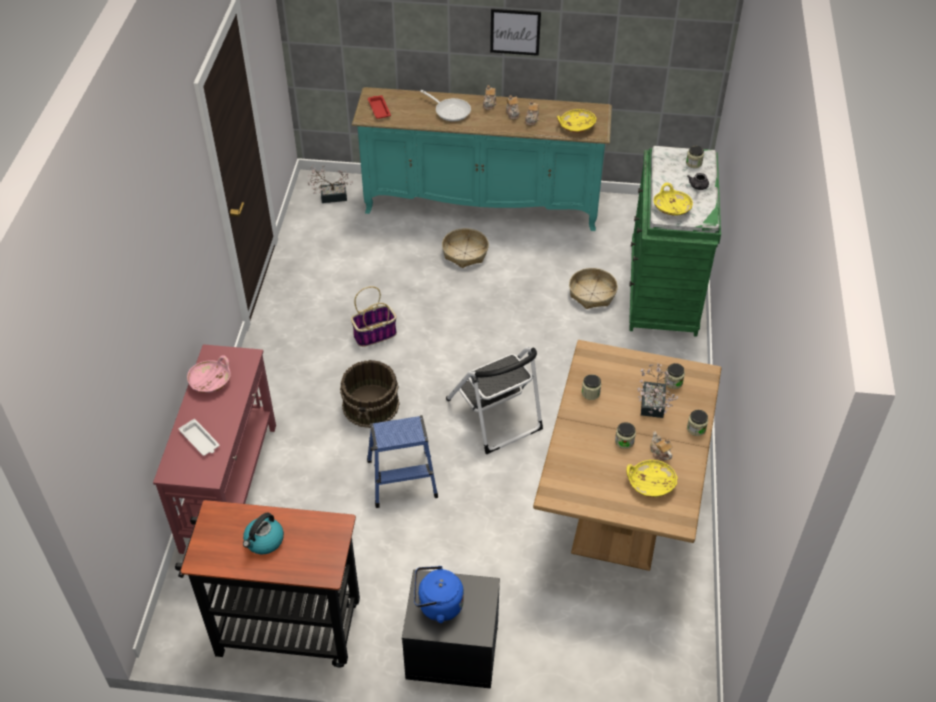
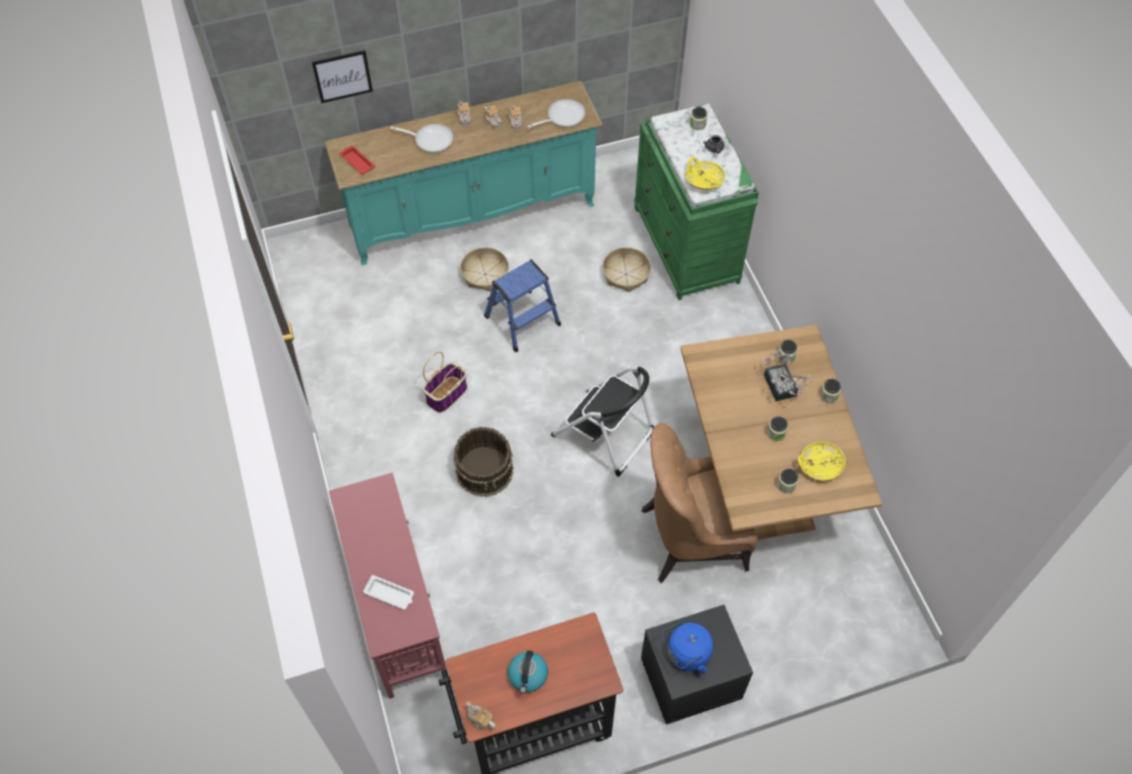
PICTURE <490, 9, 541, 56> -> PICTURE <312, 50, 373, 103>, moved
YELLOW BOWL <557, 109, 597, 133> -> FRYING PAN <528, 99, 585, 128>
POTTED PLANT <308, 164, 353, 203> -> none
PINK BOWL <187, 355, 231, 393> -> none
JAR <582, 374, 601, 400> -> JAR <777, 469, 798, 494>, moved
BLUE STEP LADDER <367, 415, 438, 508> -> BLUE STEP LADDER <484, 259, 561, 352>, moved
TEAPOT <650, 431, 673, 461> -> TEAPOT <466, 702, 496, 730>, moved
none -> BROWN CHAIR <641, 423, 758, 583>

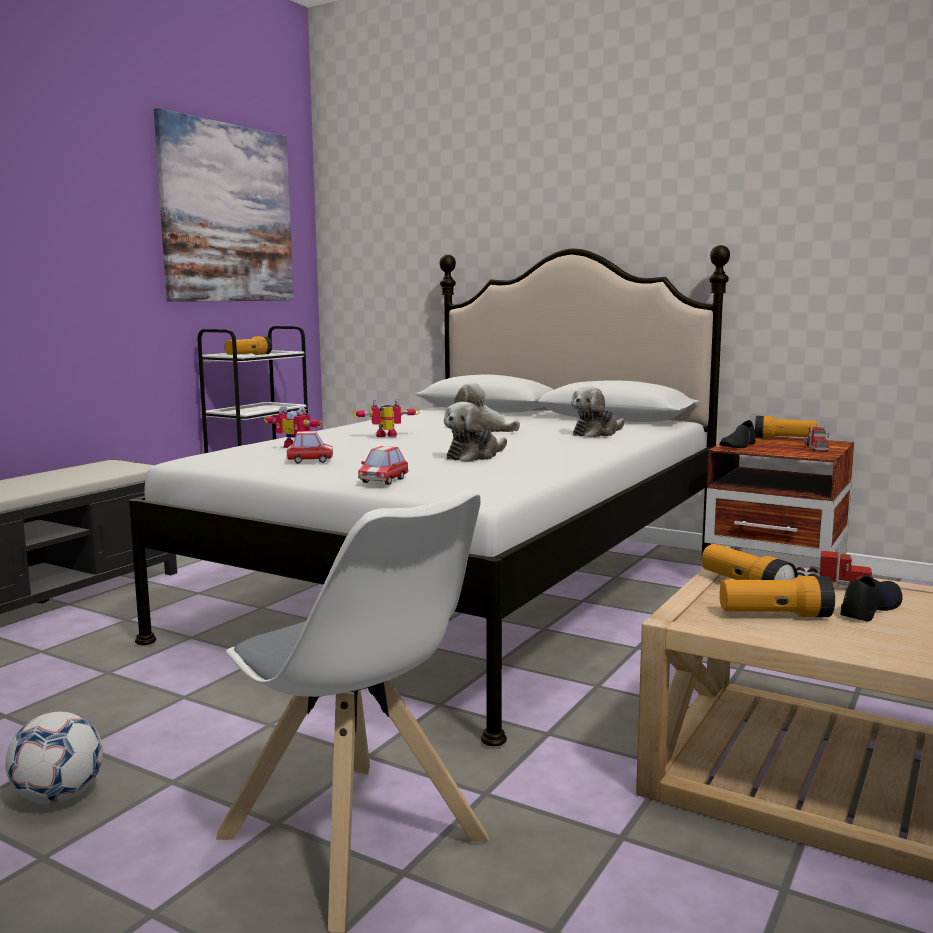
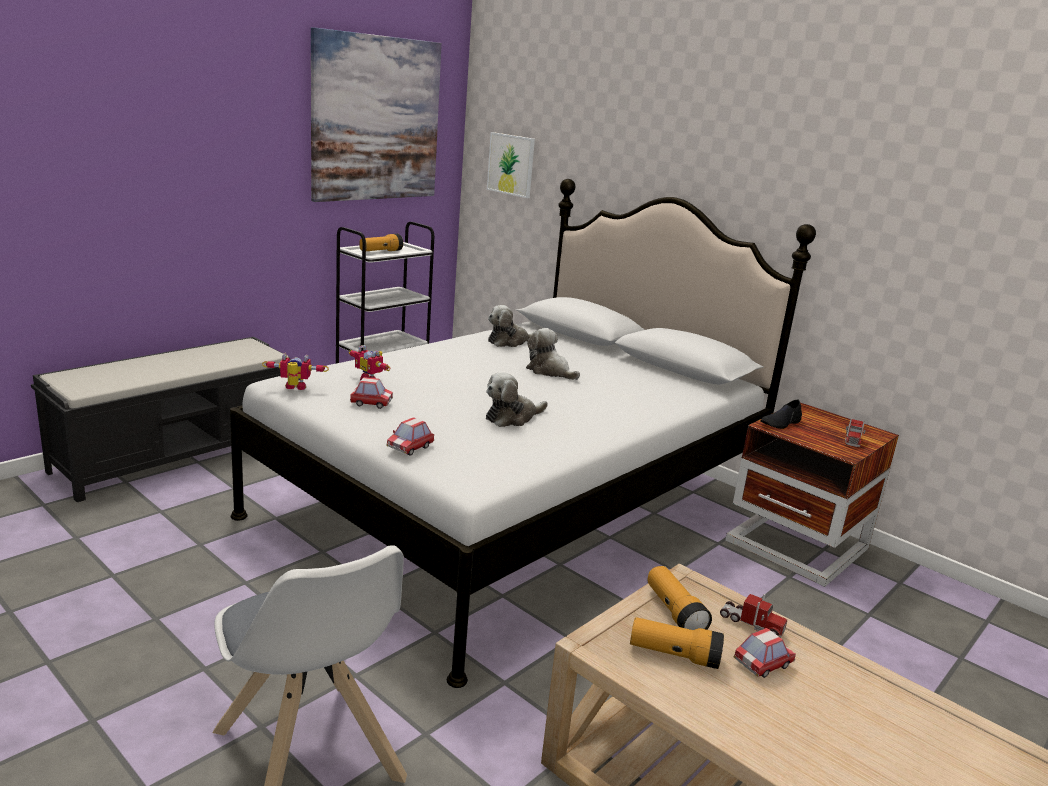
PLUSH TOY <571, 386, 625, 438> -> PLUSH TOY <488, 305, 536, 347>, moved
TOY ROBOT <352, 399, 420, 437> -> TOY ROBOT <262, 353, 329, 390>, moved
FLASHLIGHT <755, 416, 817, 439> -> none
BLACK SHOE <840, 575, 903, 621> -> TOY CAR <734, 628, 796, 678>
FOOTBALL <5, 711, 103, 804> -> none
none -> PICTURE <487, 132, 535, 198>

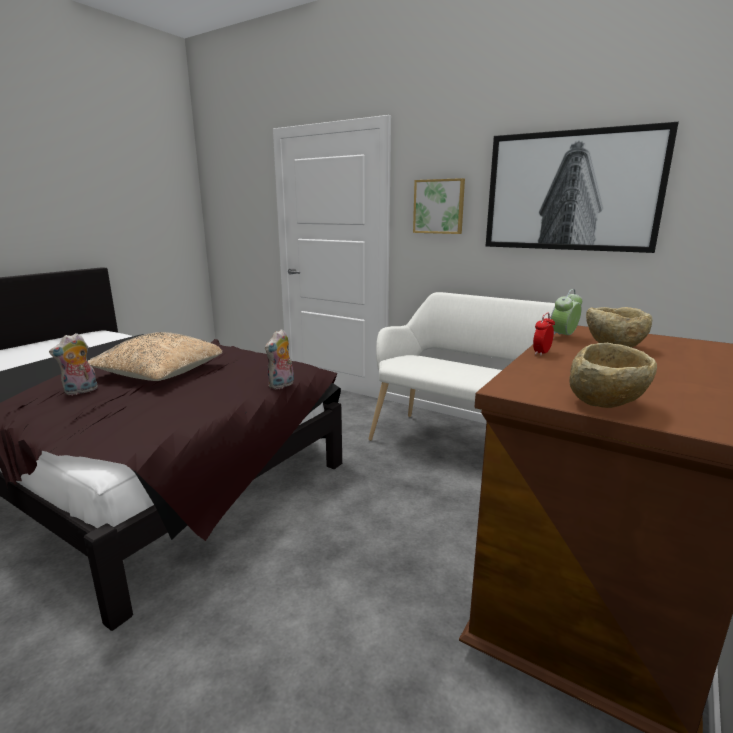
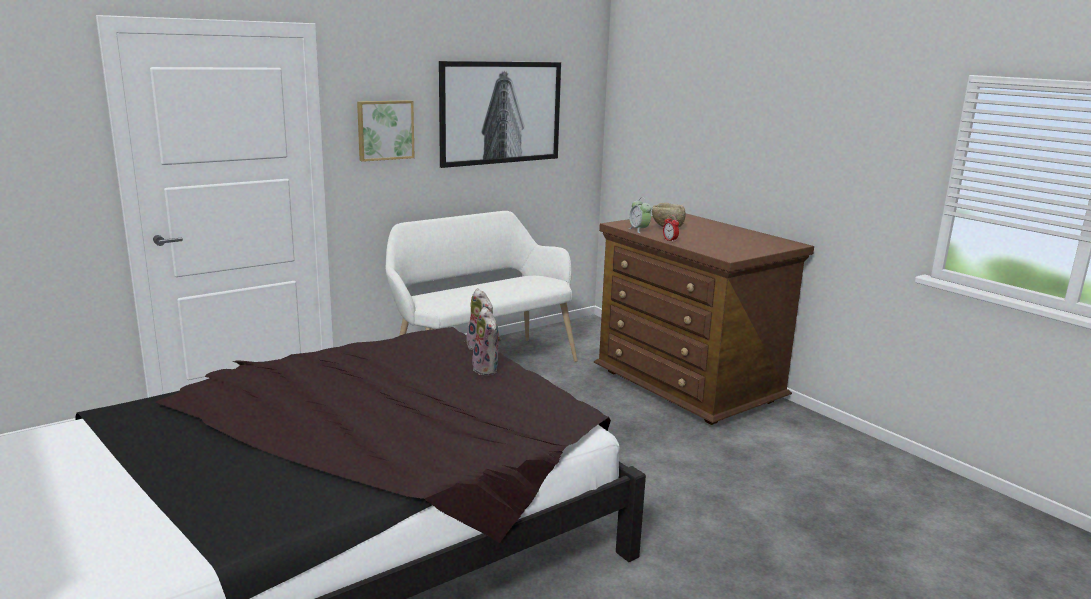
BEIGE PILLOW <88, 332, 223, 381> -> none
PLUSH TOY <49, 333, 98, 395> -> PLUSH TOY <472, 307, 501, 375>, moved
BEIGE BOWL <569, 343, 657, 408> -> none

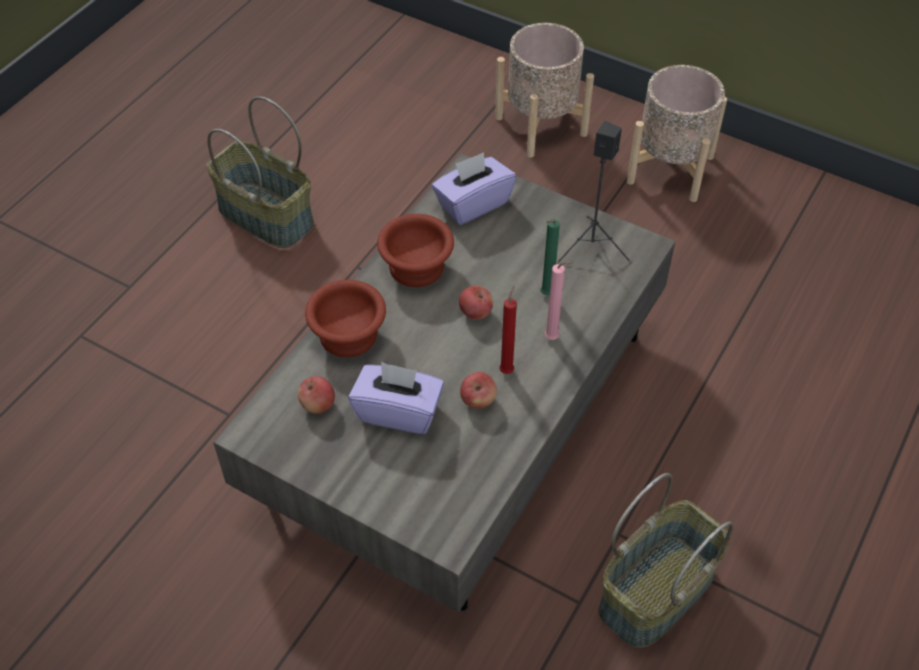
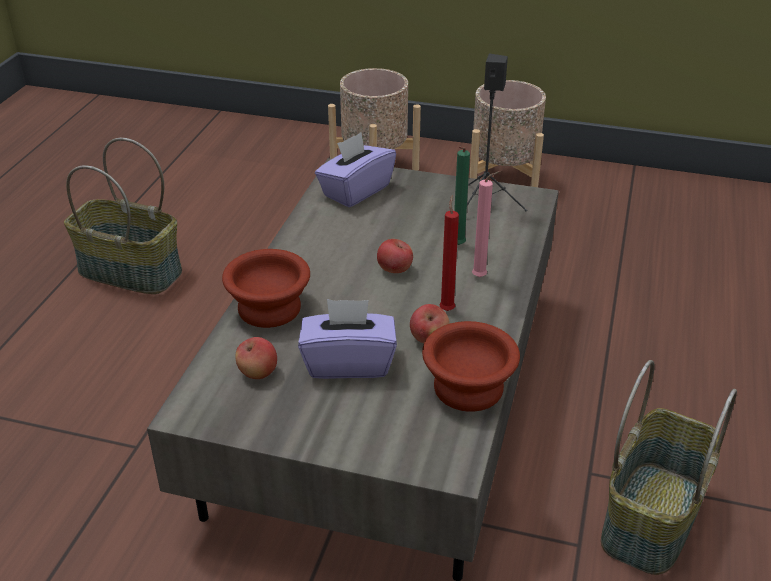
BROWN BOWL <377, 214, 454, 287> -> BROWN BOWL <422, 321, 520, 412>, moved

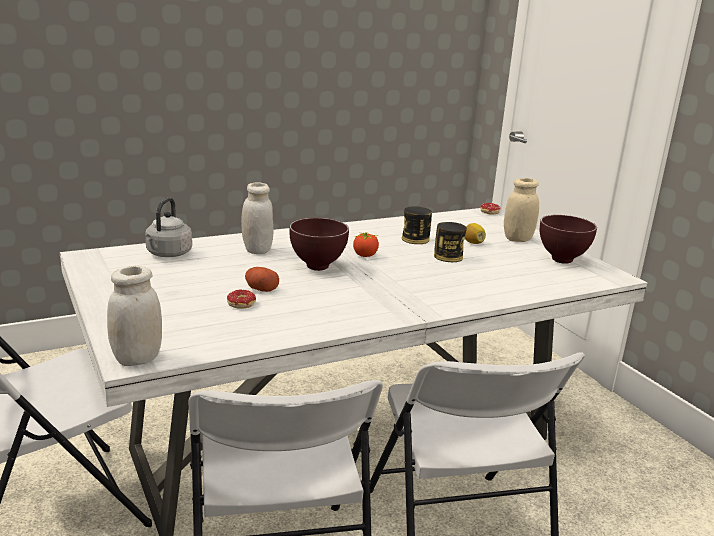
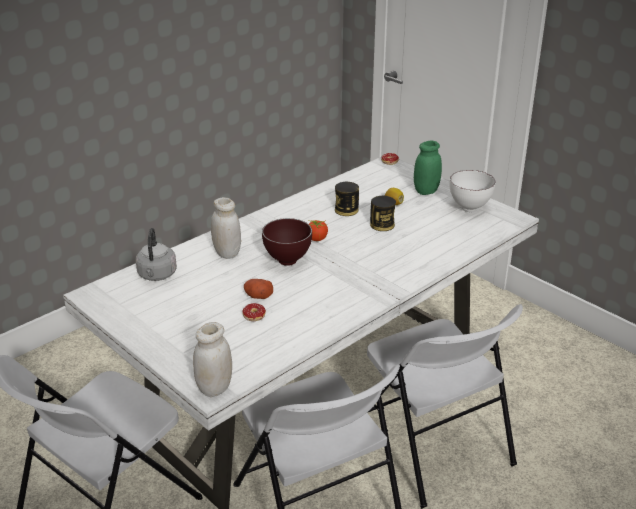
BEIGE JAR <504, 178, 539, 242> -> GREEN JAR <414, 141, 442, 195>
BROWN BOWL <540, 215, 597, 264> -> WHITE BOWL <449, 170, 496, 212>

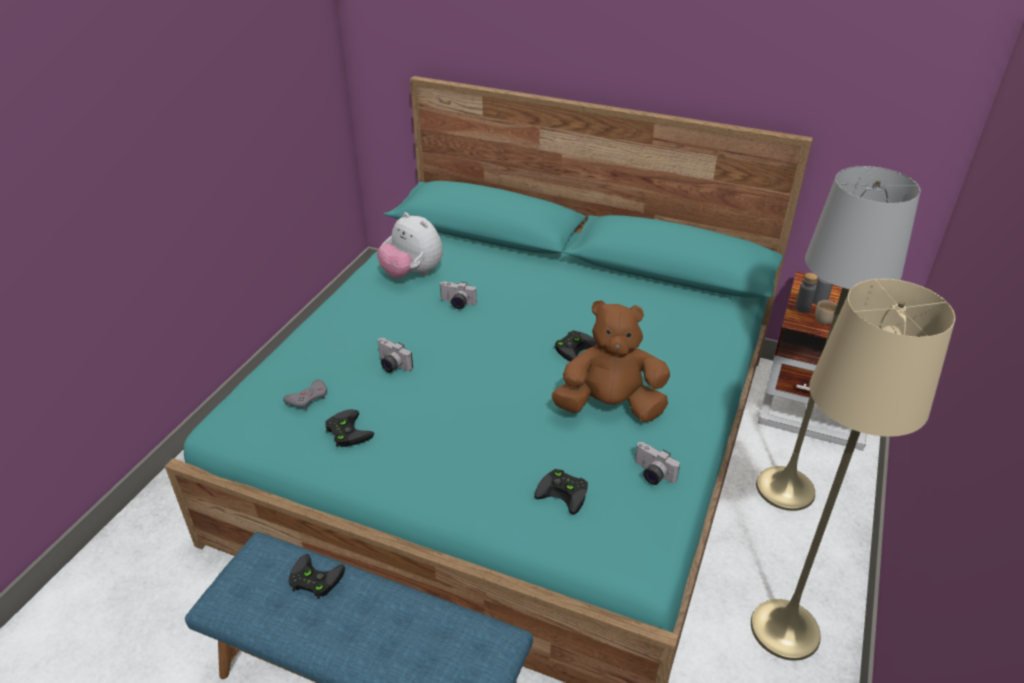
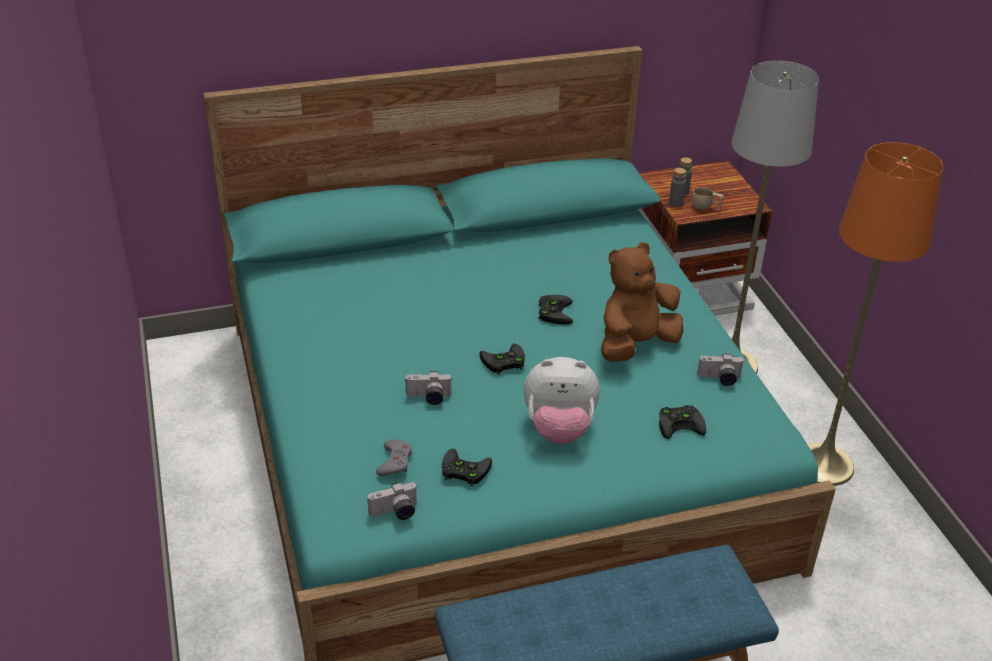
PLUSH TOY <377, 212, 443, 279> -> PLUSH TOY <524, 357, 600, 444>, moved
BEIGE FLOOR LAMP <751, 278, 955, 661> -> ORANGE FLOOR LAMP <807, 142, 943, 486>
PHOTO CAMERA <439, 281, 477, 309> -> PHOTO CAMERA <368, 482, 418, 520>, moved
BLACK GAME CONTROLLER <289, 554, 345, 599> -> BLACK GAME CONTROLLER <479, 344, 525, 374>, moved

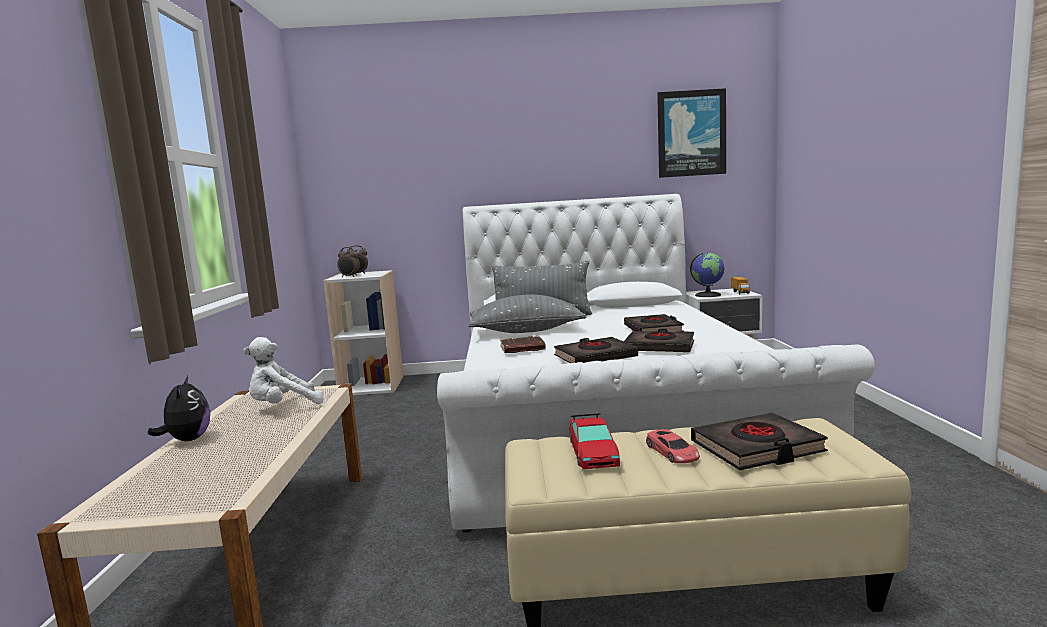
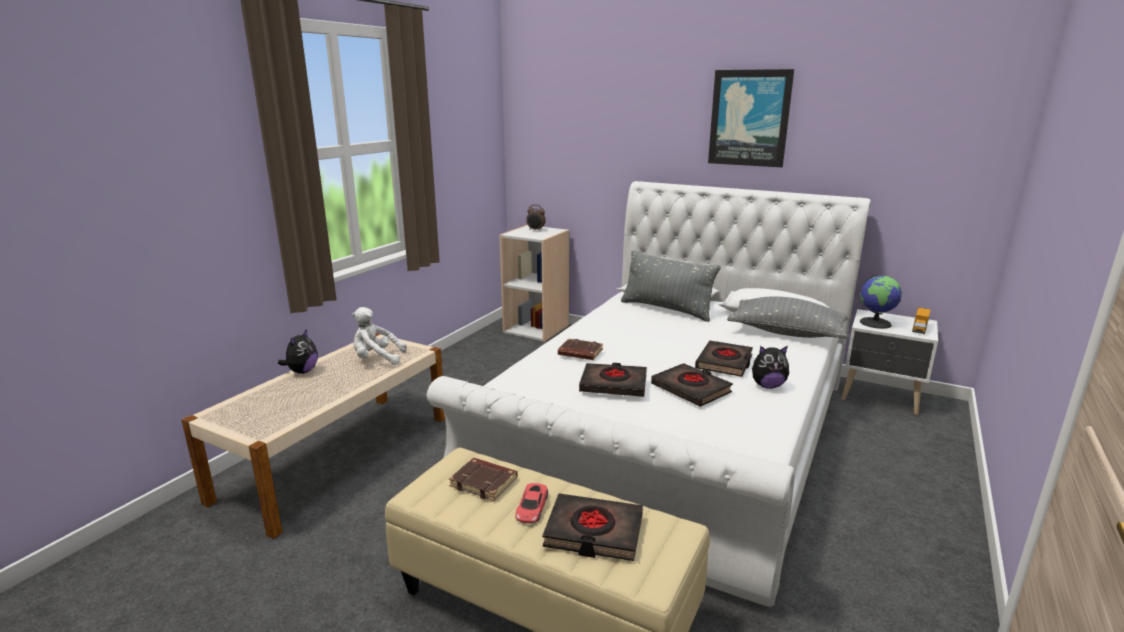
PICTURE <657, 88, 726, 178> -> PICTURE <708, 69, 794, 167>, moved
ALARM CLOCK <337, 247, 360, 277> -> none
GREY PILLOW <468, 294, 586, 333> -> GREY PILLOW <727, 296, 850, 339>, moved
TOY CAR <569, 414, 620, 469> -> BROWN BOOK <449, 458, 517, 501>
none -> PLUSH TOY <752, 346, 789, 389>

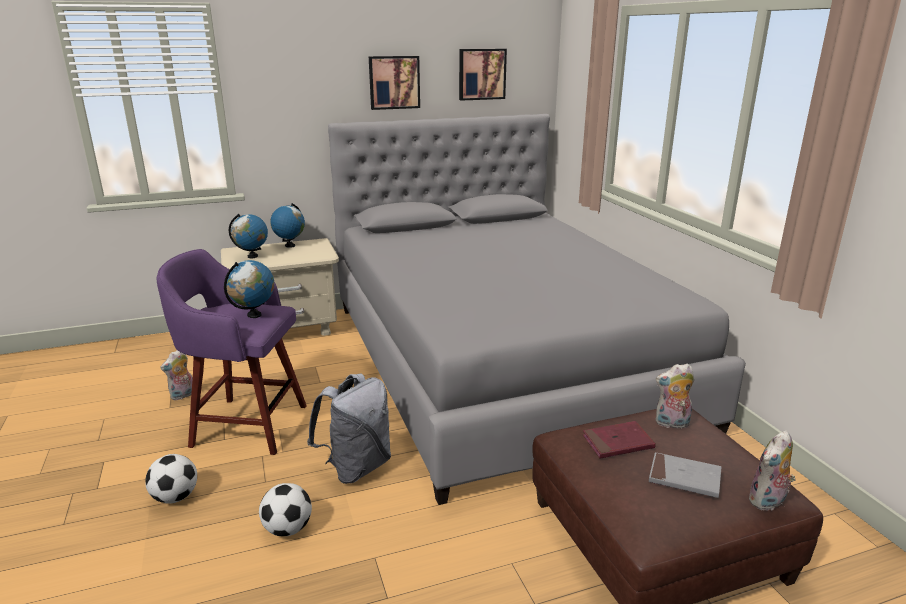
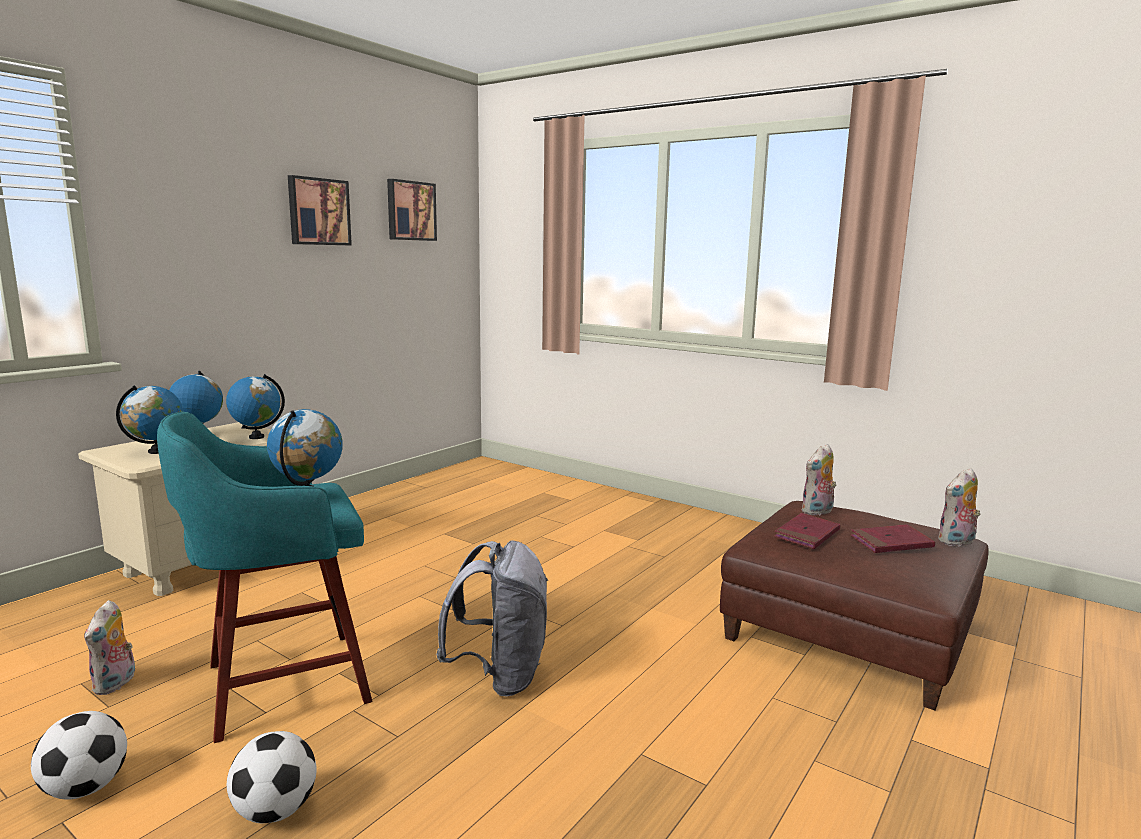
GREY BED <328, 114, 746, 505> -> none
PURPLE STOOL <157, 249, 307, 455> -> TURQUOISE STOOL <157, 412, 372, 743>
PLUSH TOY <749, 431, 795, 511> -> PLUSH TOY <938, 468, 980, 547>, 45 degrees clockwise
GREY BOOK <649, 452, 721, 498> -> RED BOOK <850, 524, 935, 553>
FOOTBALL <259, 483, 312, 536> -> FOOTBALL <31, 711, 127, 800>, moved
none -> GLOBE <226, 374, 285, 439>

